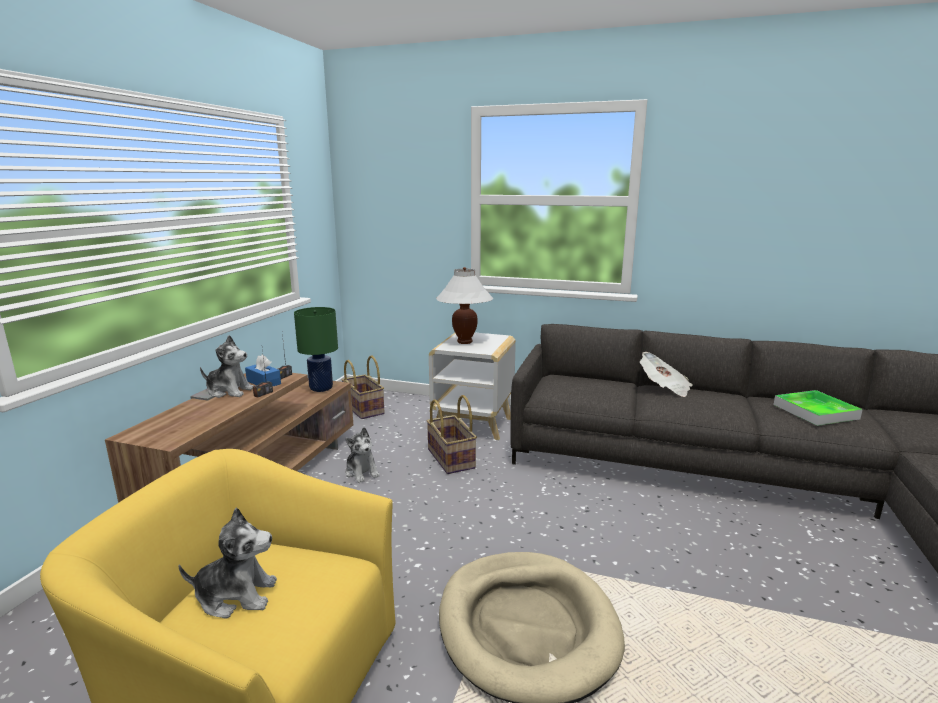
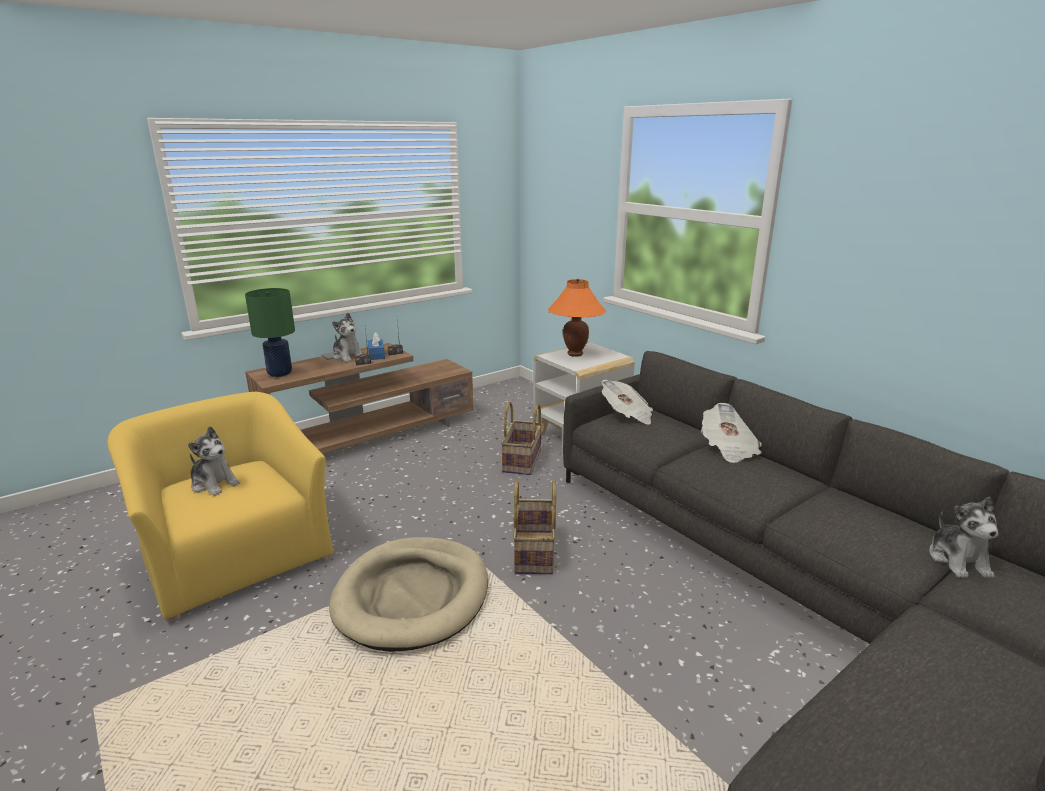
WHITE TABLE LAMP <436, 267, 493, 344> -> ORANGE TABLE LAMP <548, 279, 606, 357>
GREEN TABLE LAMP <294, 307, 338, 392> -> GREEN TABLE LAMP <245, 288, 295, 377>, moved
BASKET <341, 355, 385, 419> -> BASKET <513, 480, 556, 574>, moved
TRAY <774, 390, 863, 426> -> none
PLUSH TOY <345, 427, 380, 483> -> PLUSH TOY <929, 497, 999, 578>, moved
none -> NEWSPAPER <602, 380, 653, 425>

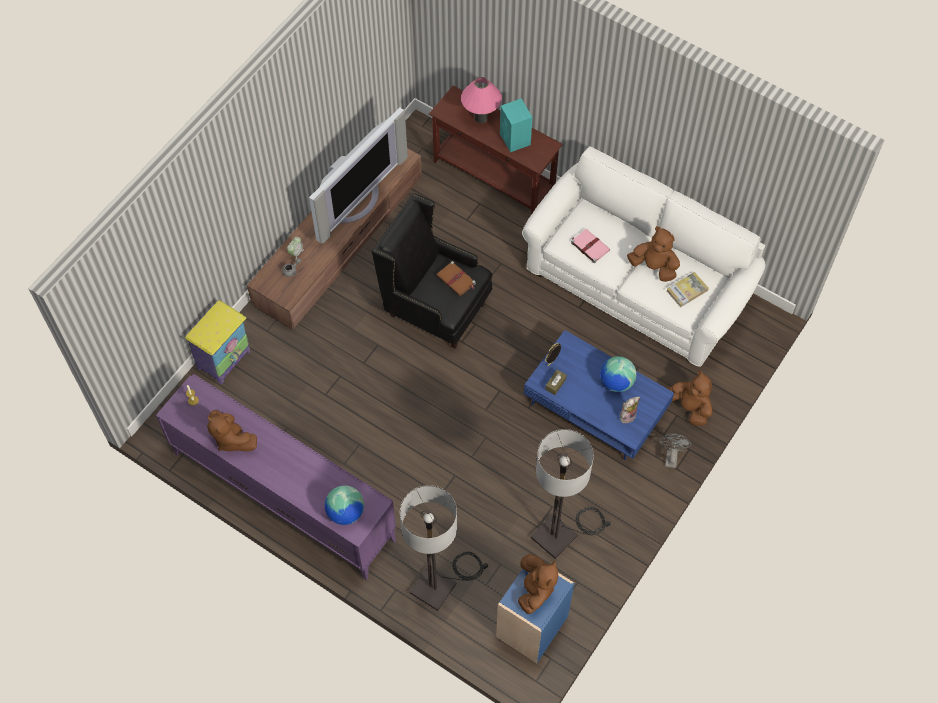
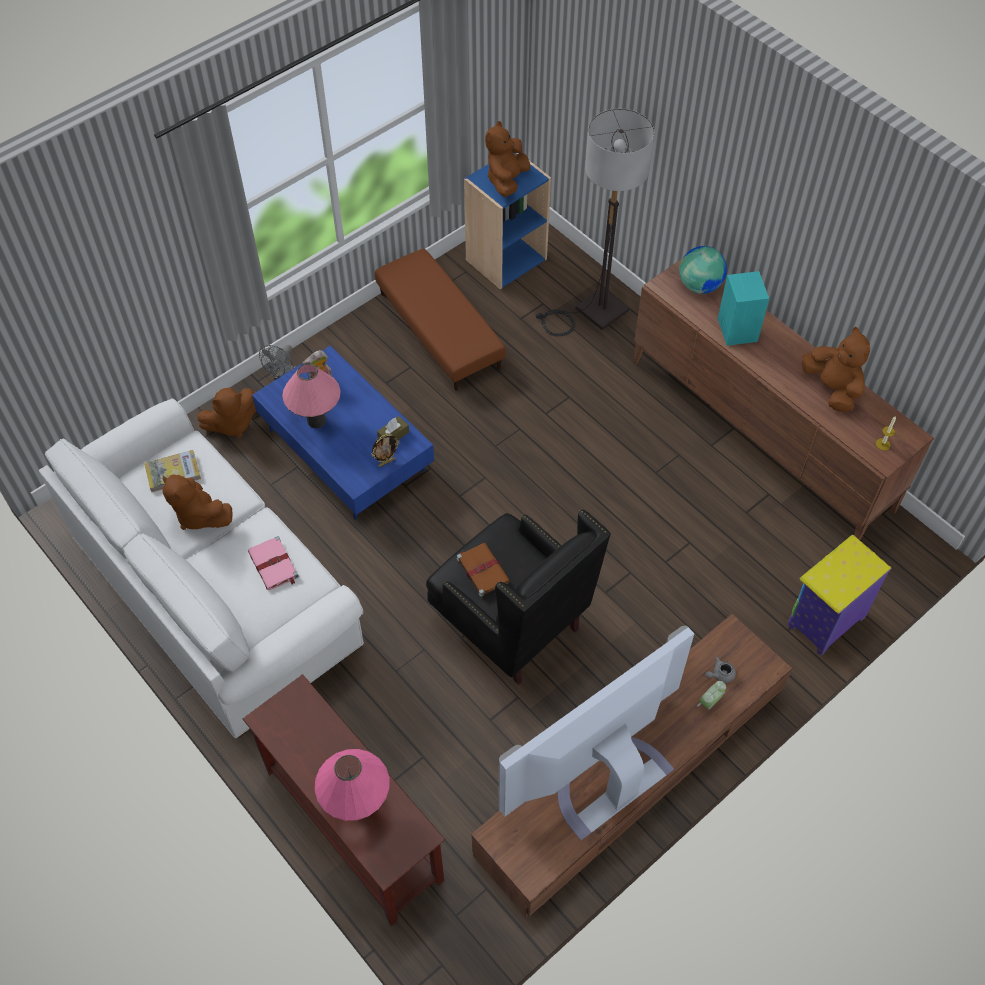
TURQUOISE SPEAKER <500, 98, 532, 152> -> TURQUOISE SPEAKER <718, 271, 769, 346>, moved
GLOBE <600, 356, 636, 392> -> PINK TABLE LAMP <282, 364, 341, 428>
BROWN PLUSH TOY <667, 371, 712, 426> -> BROWN PLUSH TOY <197, 387, 256, 438>, 90 degrees counterclockwise
PURPLE CABINET <156, 374, 396, 580> -> BROWN CABINET <633, 259, 934, 540>
FLOOR LAMP <531, 429, 611, 559> -> BROWN OTTOMAN <375, 249, 506, 391>

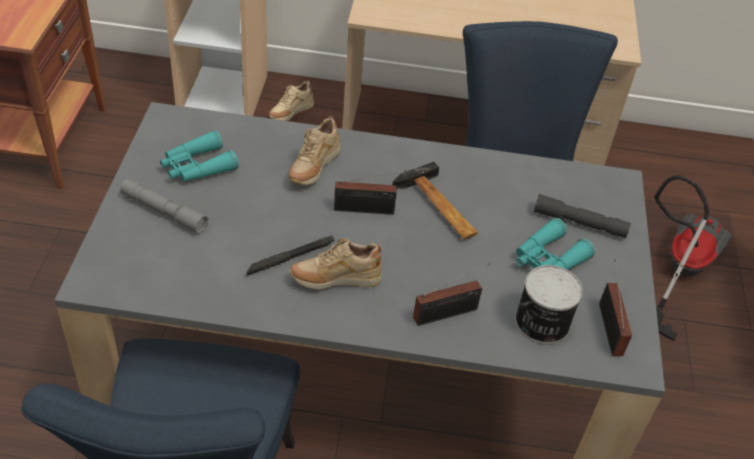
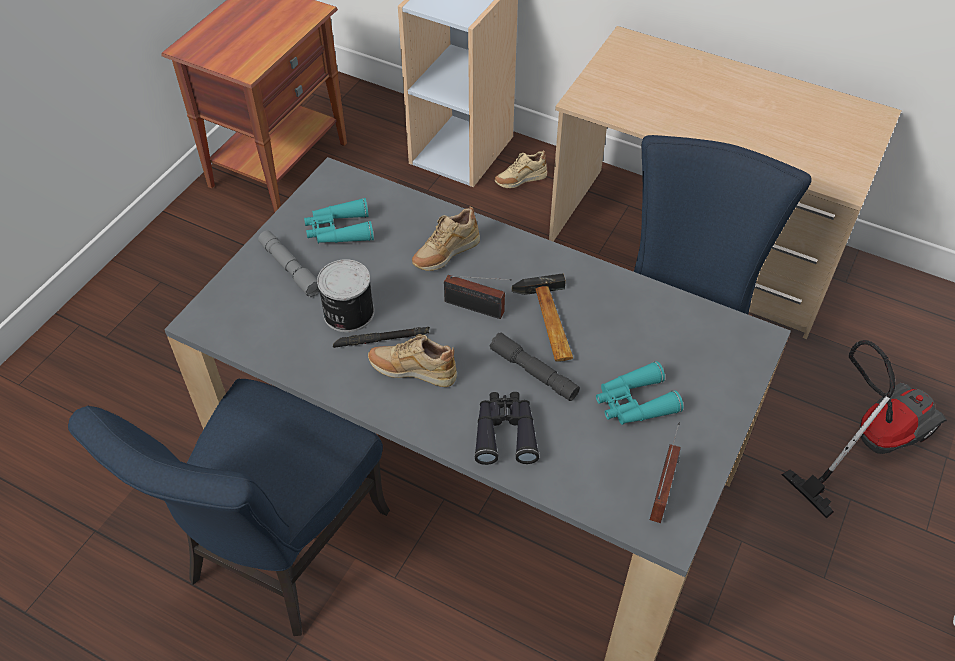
GREY FLASHLIGHT <533, 194, 631, 238> -> GREY FLASHLIGHT <490, 332, 580, 401>, moved
RADIO <413, 263, 490, 326> -> BLACK BINOCULARS <474, 392, 539, 465>
CAN <515, 265, 583, 345> -> CAN <317, 259, 374, 333>, moved

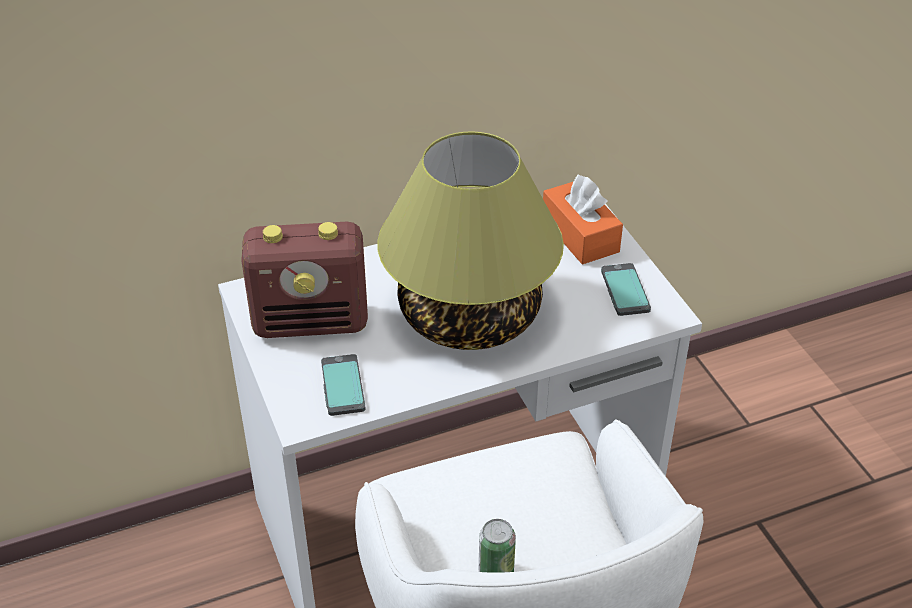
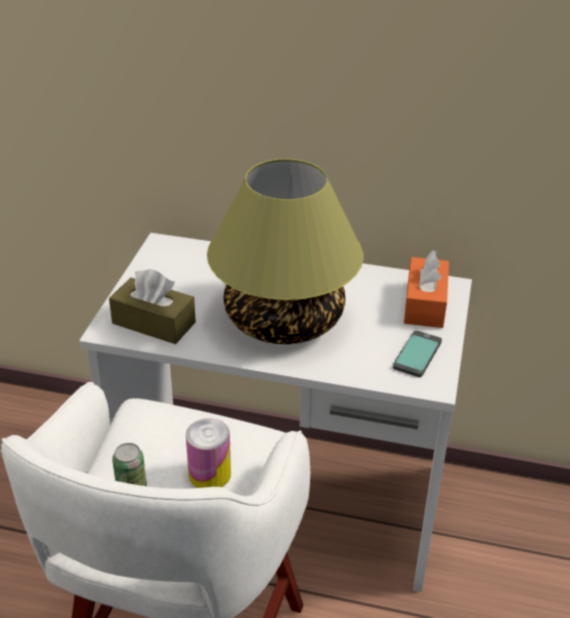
RADIO <241, 222, 368, 338> -> none
PHONE <321, 354, 366, 416> -> BROWN TISSUE BOX <109, 269, 196, 344>
none -> CAN <186, 418, 231, 488>

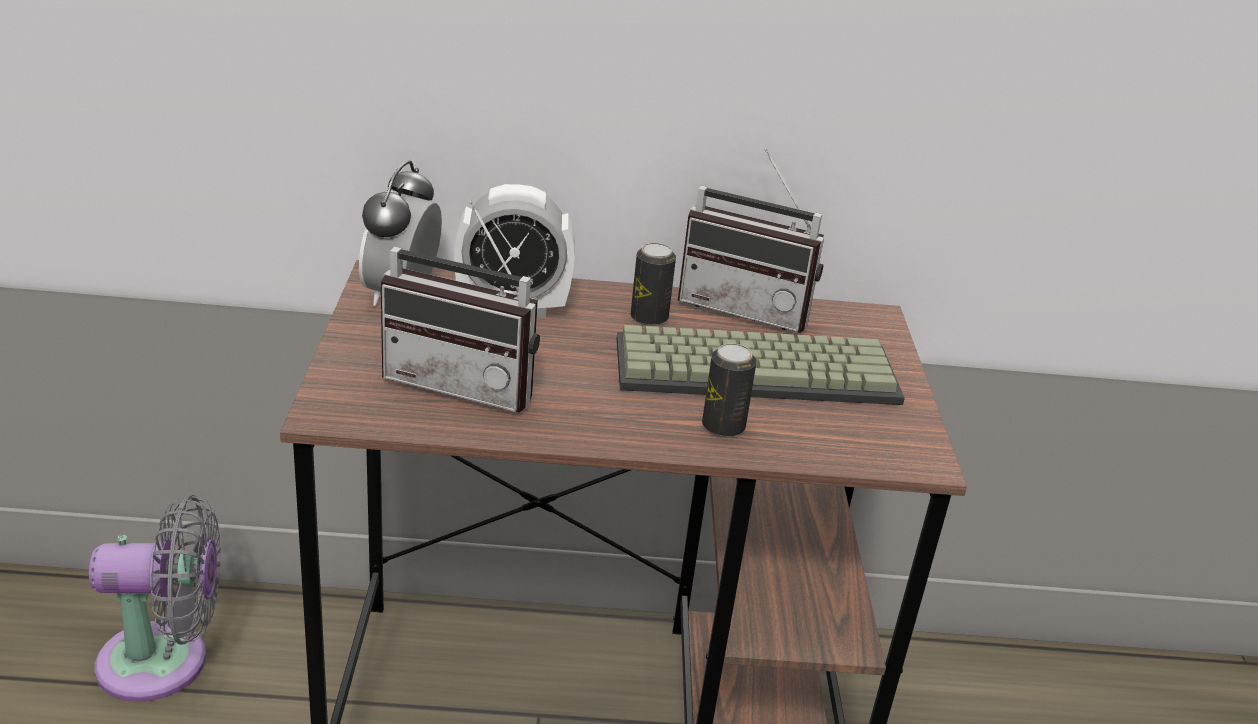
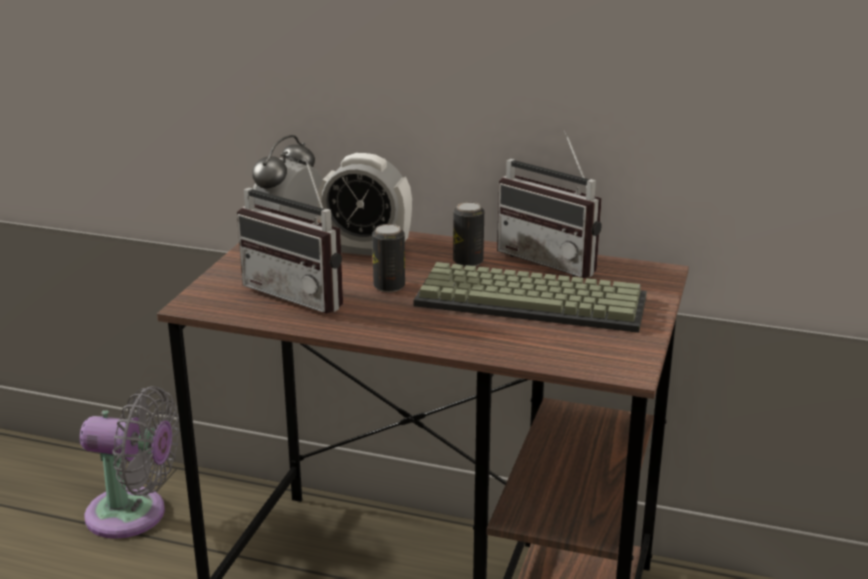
CAN <702, 343, 757, 437> -> CAN <372, 224, 405, 292>, moved

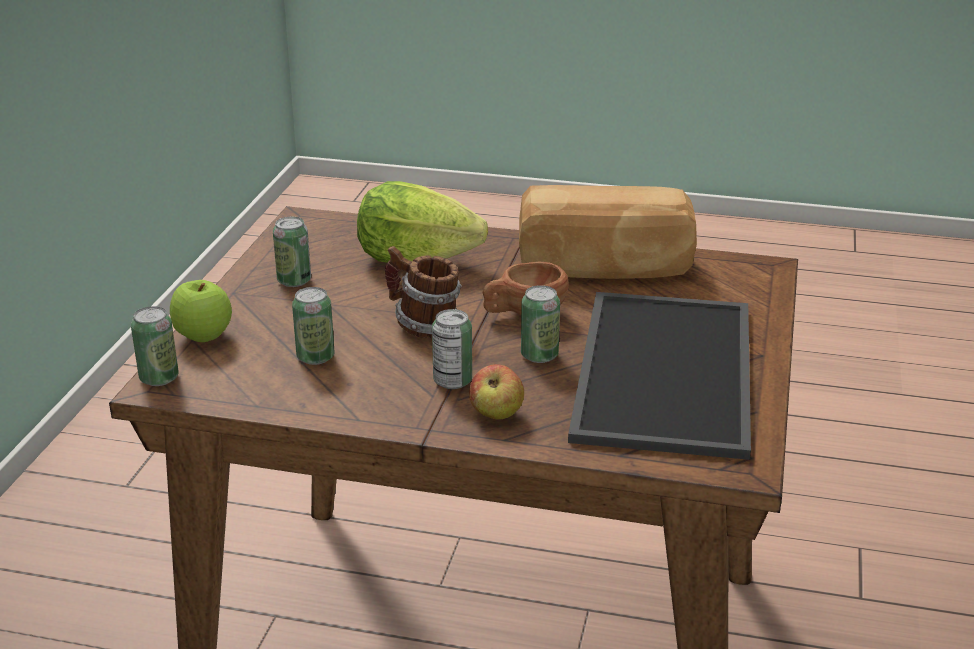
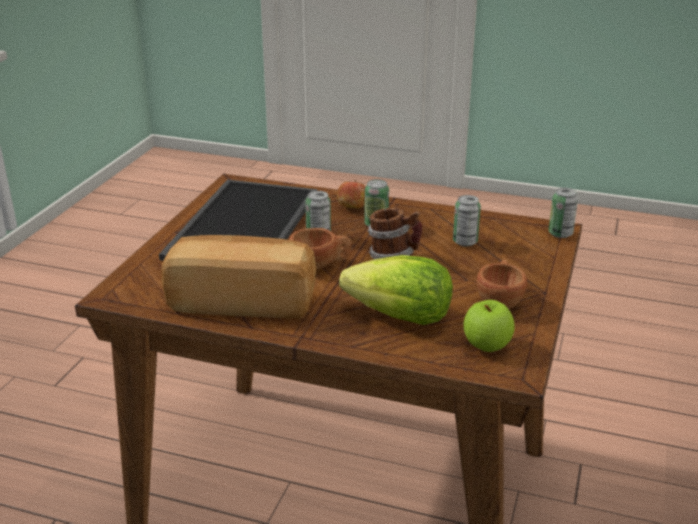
CAN <273, 217, 311, 287> -> BROWN CUP <476, 259, 527, 309>
APPLE <170, 280, 232, 342> -> APPLE <463, 300, 515, 352>, moved

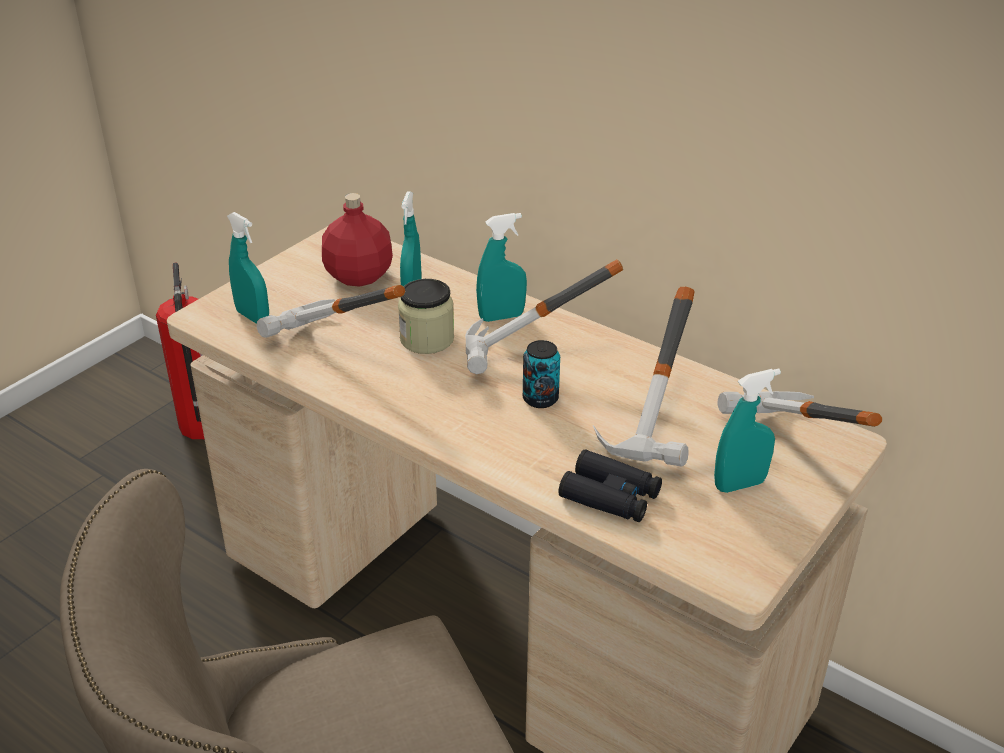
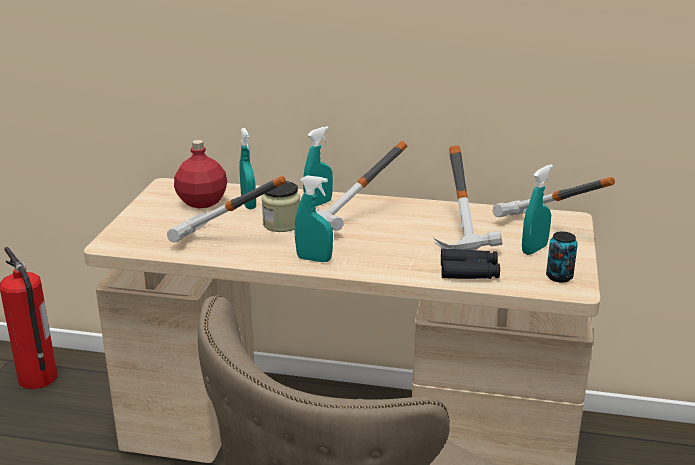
TURQUOISE SPRAY BOTTLE <227, 212, 269, 324> -> TURQUOISE SPRAY BOTTLE <295, 175, 333, 262>, moved
CAN <523, 340, 560, 408> -> CAN <546, 231, 578, 283>, moved

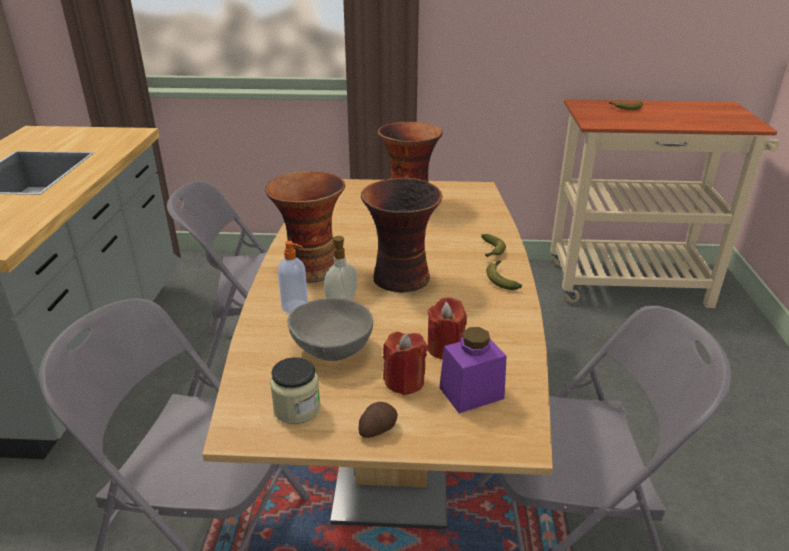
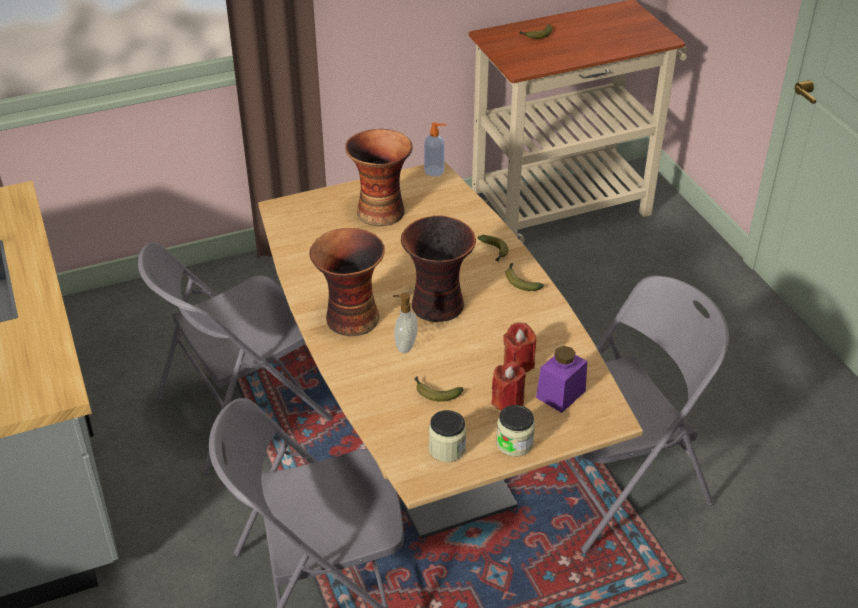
SOAP DISPENSER <278, 241, 308, 314> -> SOAP DISPENSER <424, 122, 447, 176>, moved
GREY BOWL <287, 298, 373, 361> -> BANANA <415, 376, 464, 402>
POTATO <359, 402, 398, 438> -> JAR <496, 405, 535, 457>

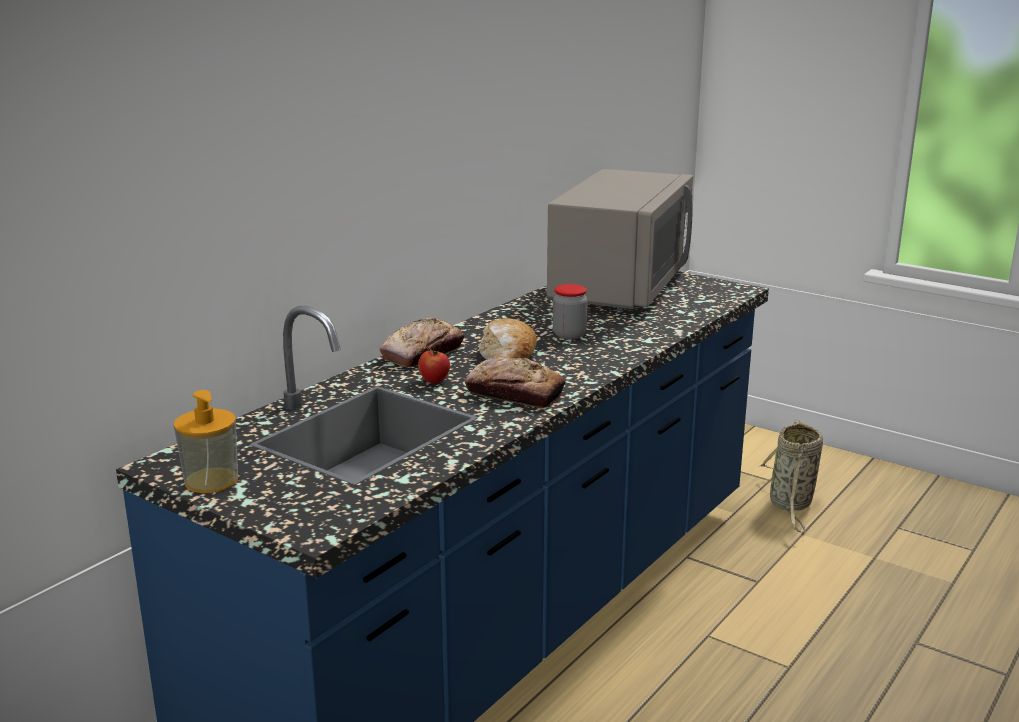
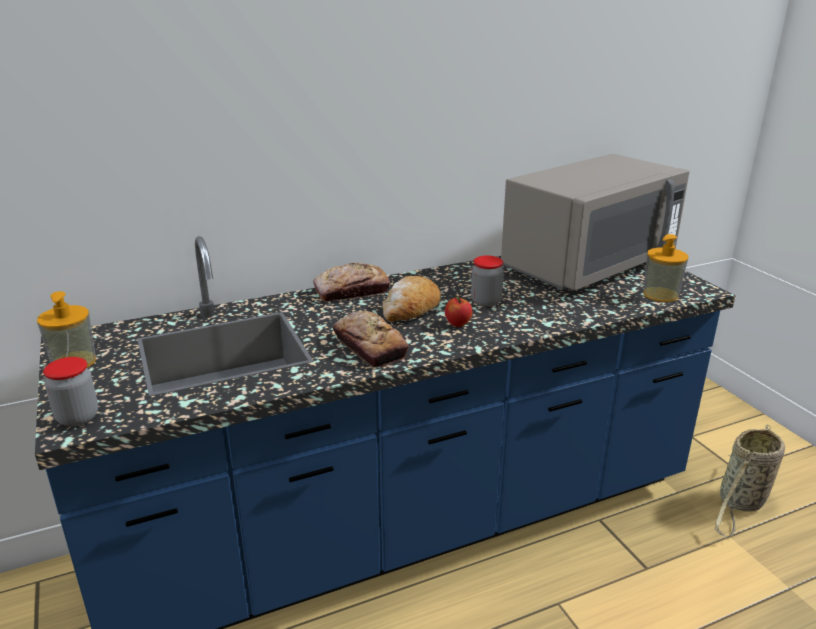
APPLE <418, 346, 450, 383> -> APPLE <445, 295, 473, 327>, moved
none -> SOAP DISPENSER <643, 234, 688, 302>
none -> JAR <43, 357, 98, 427>

